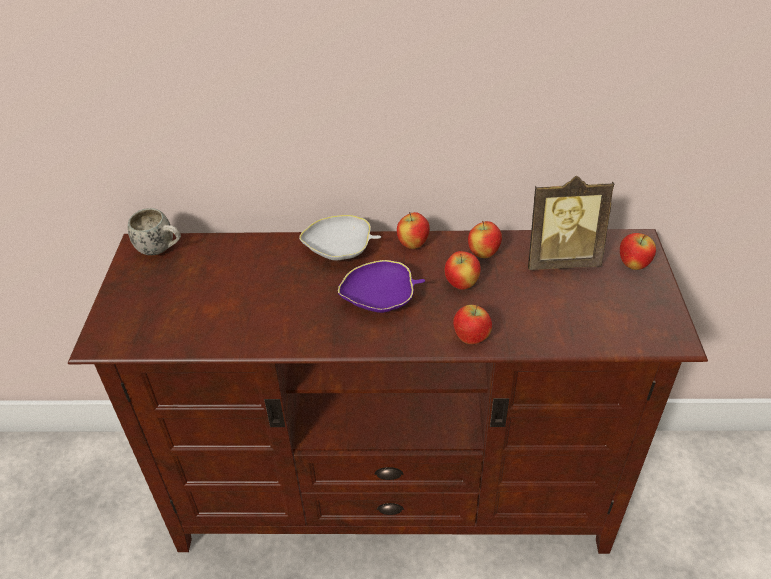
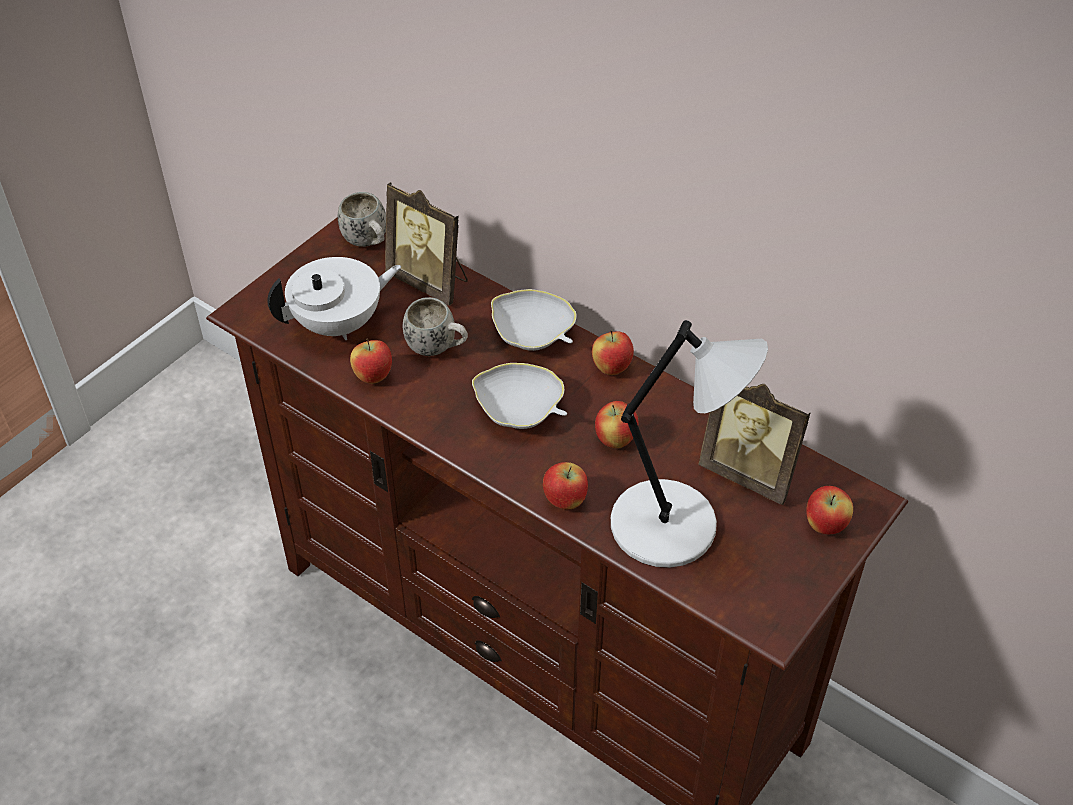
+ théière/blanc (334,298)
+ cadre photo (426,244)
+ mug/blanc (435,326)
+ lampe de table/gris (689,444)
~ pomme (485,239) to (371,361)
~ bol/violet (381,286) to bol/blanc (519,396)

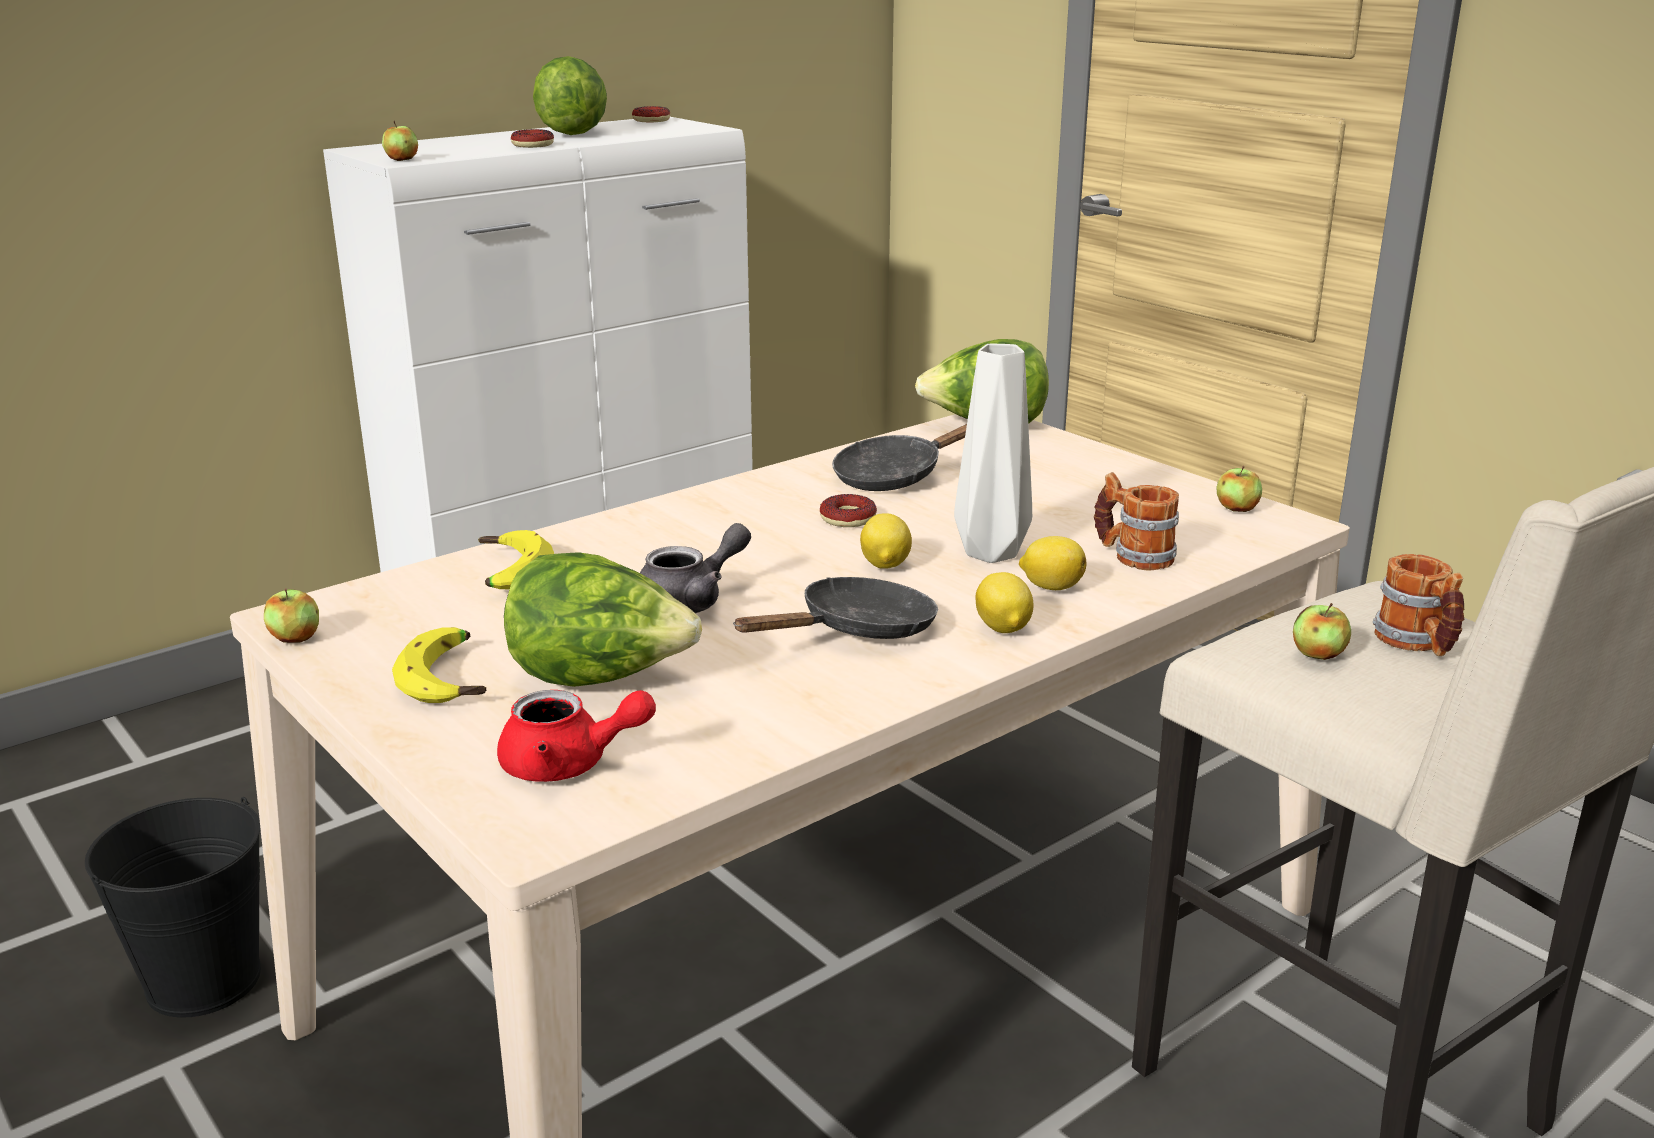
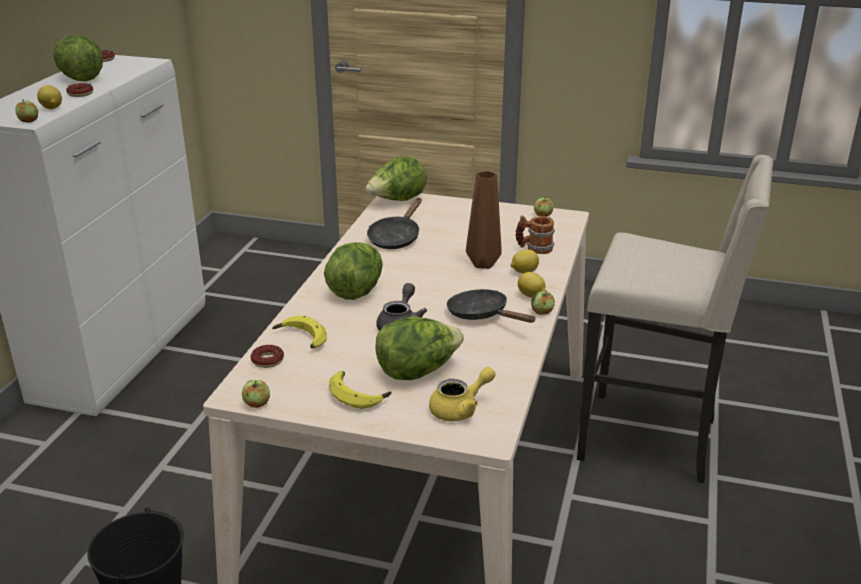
- mug (1418,605)
+ laitue (353,271)
~ beignet (848,510) to (267,356)
~ citron (886,541) to (49,97)
~ pomme (1322,631) to (543,303)
~ théière/rouge (576,736) to théière/jaune (462,394)
~ vase/gris (993,453) to vase/marron (484,220)
~ poêle/noir (835,608) = (491,306) 60 degrees counterclockwise

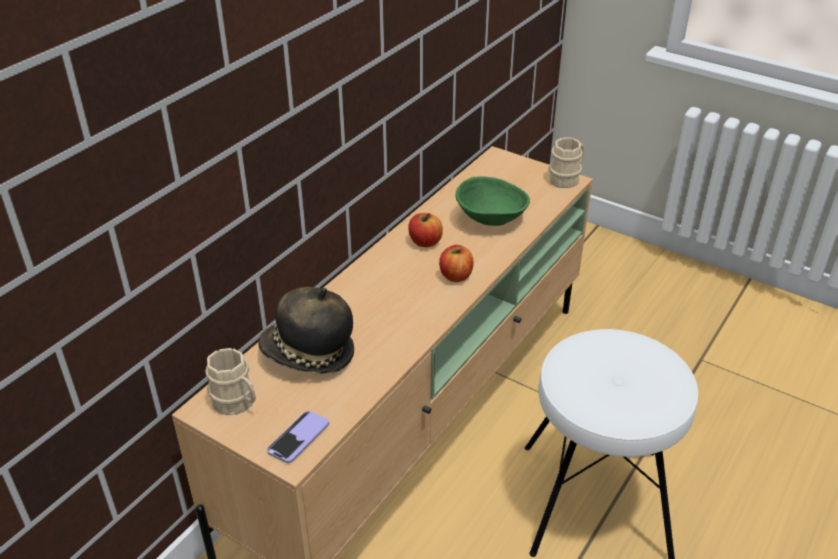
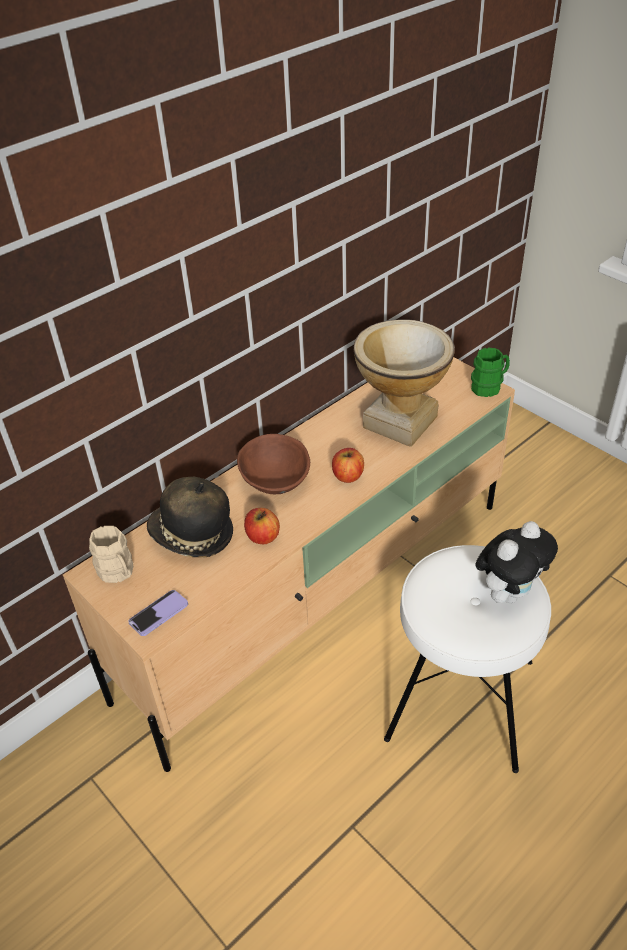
+ bol/marron (273,464)
+ peluche (517,562)
~ pomme (425,230) to (262,526)
~ bol/vert (493,201) to vase (404,383)
~ mug/beige (567,163) to mug/vert (490,372)

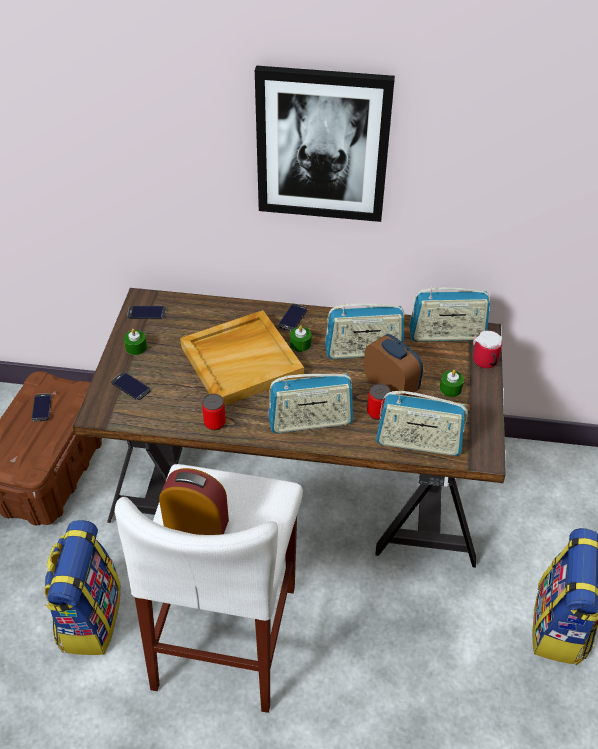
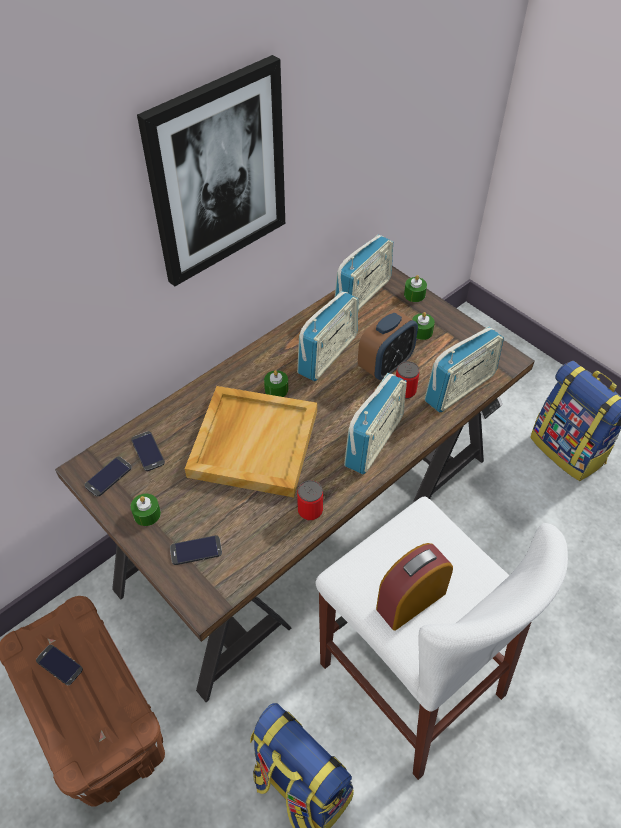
~ téléphone (292,317) to (148,451)
~ mug (488,349) to bougie/vert (415,288)
~ réveil (393,365) = (388,344) 135 degrees clockwise

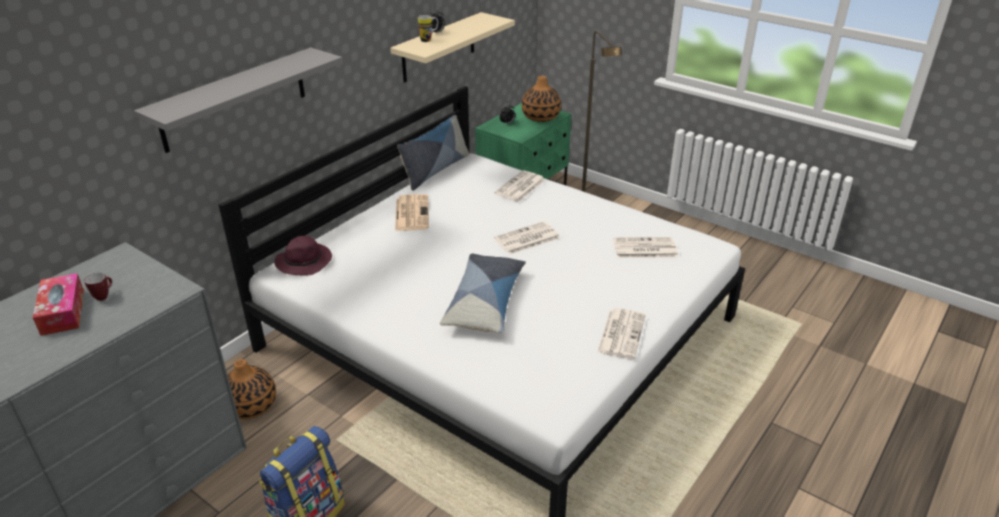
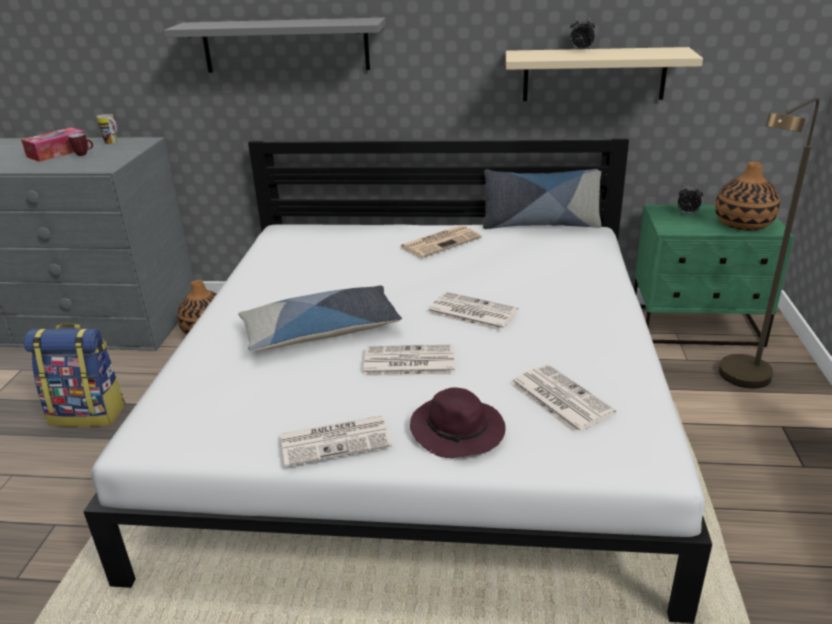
~ chapeau/violet (303,256) to (458,422)
~ mug (428,28) to (107,129)
~ journal (520,186) to (409,360)

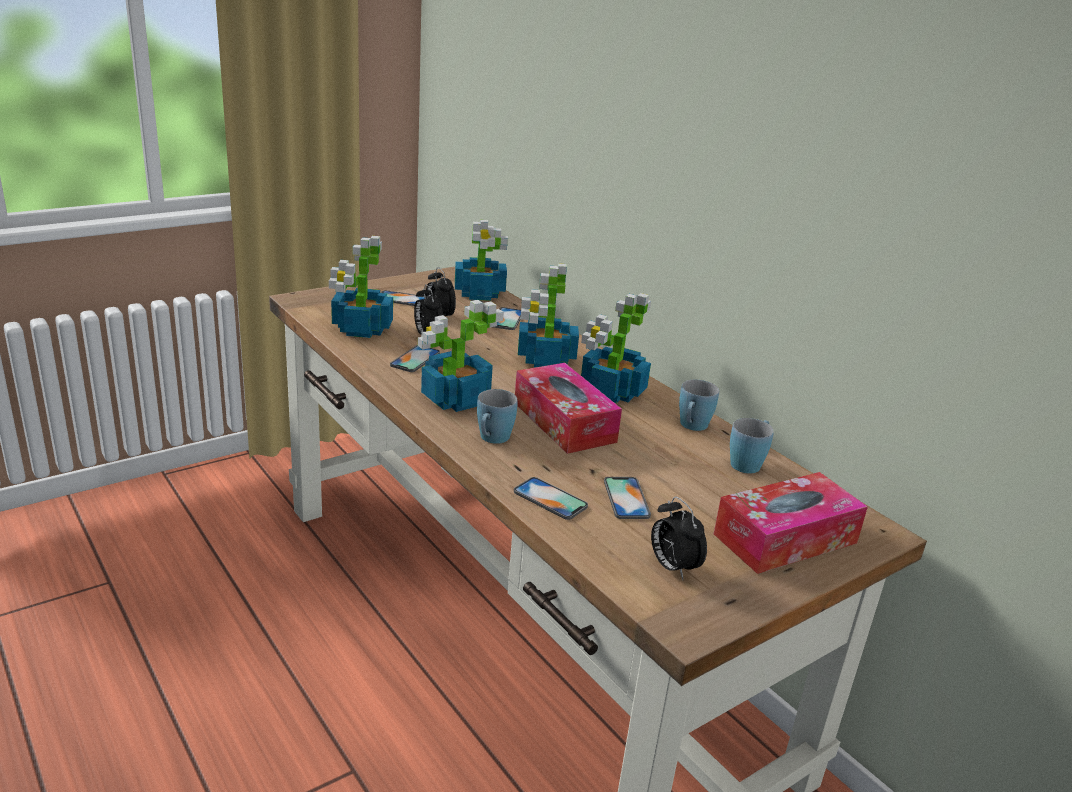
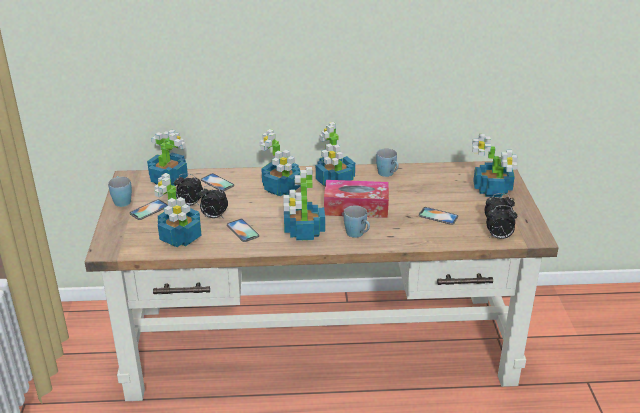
- téléphone (551,498)
+ réveil (501,222)
~ mug/bleu (752,446) to (120,191)
~ boîte à mouchoirs (791,523) to plante en pot (495,165)

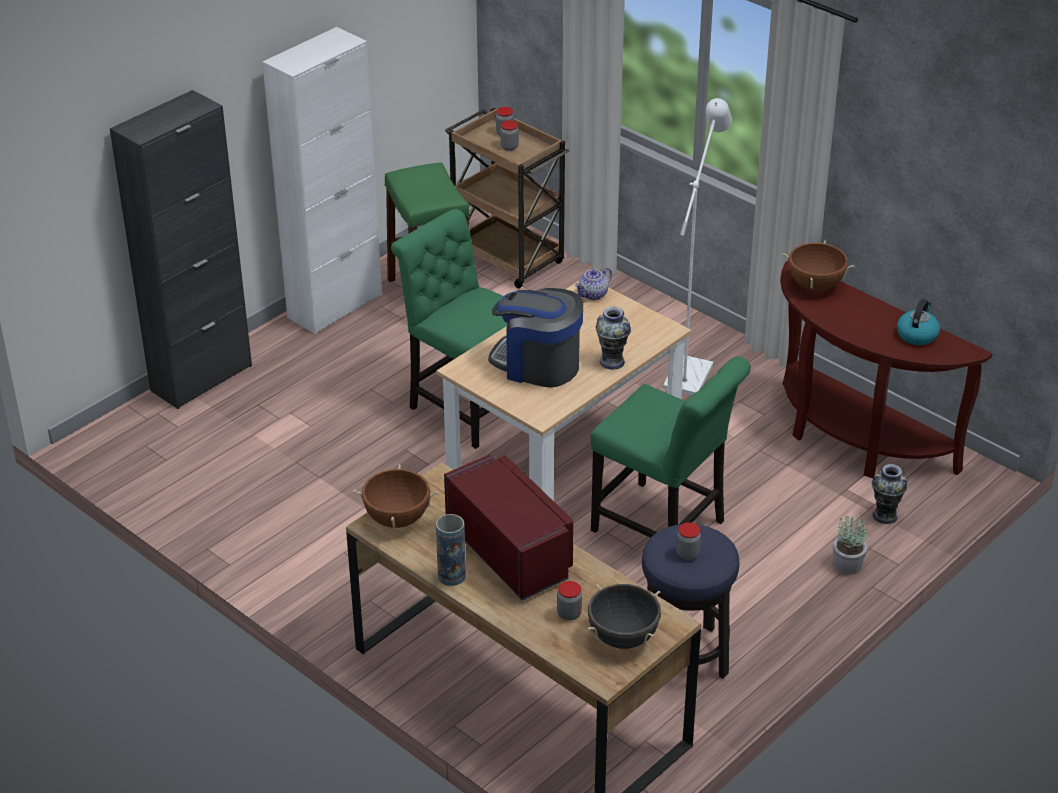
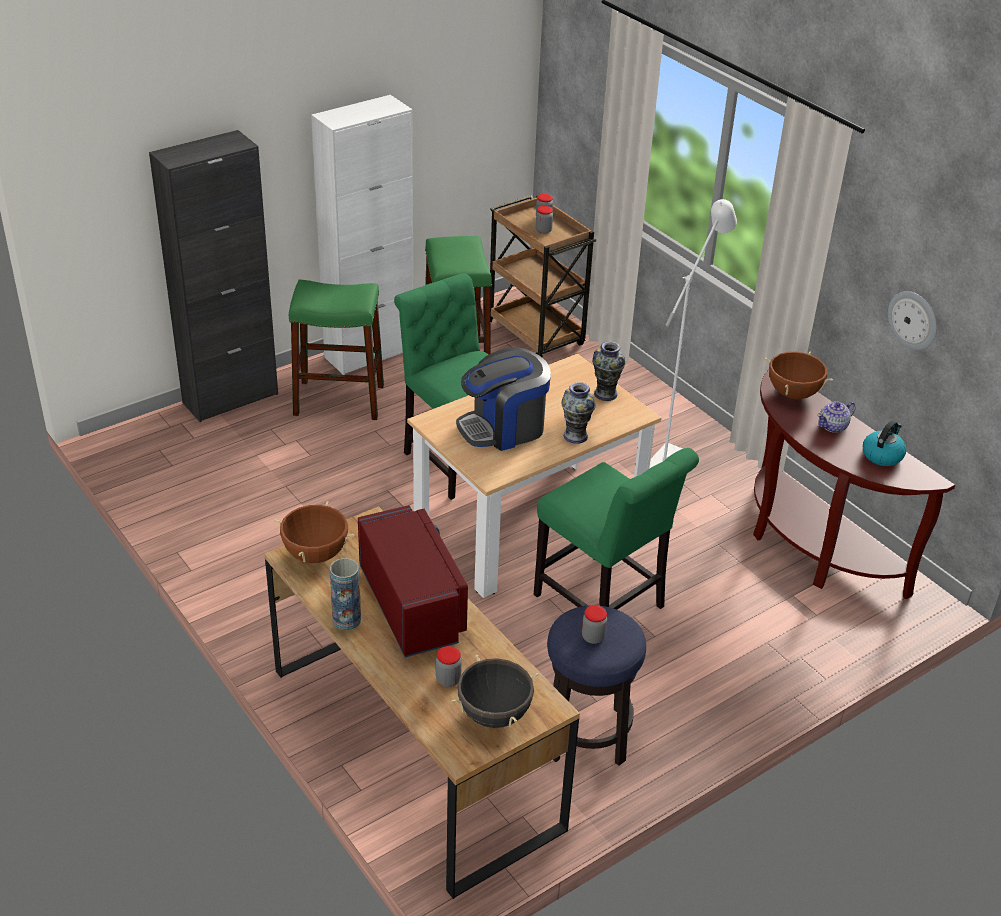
- plante en pot (850,545)
+ tabouret/vert (336,350)
+ horloge murale (912,320)
~ théière (593,284) to (836,417)
~ vase (889,494) to (608,371)
~ machine à café (535,337) = (503,399) 60 degrees counterclockwise

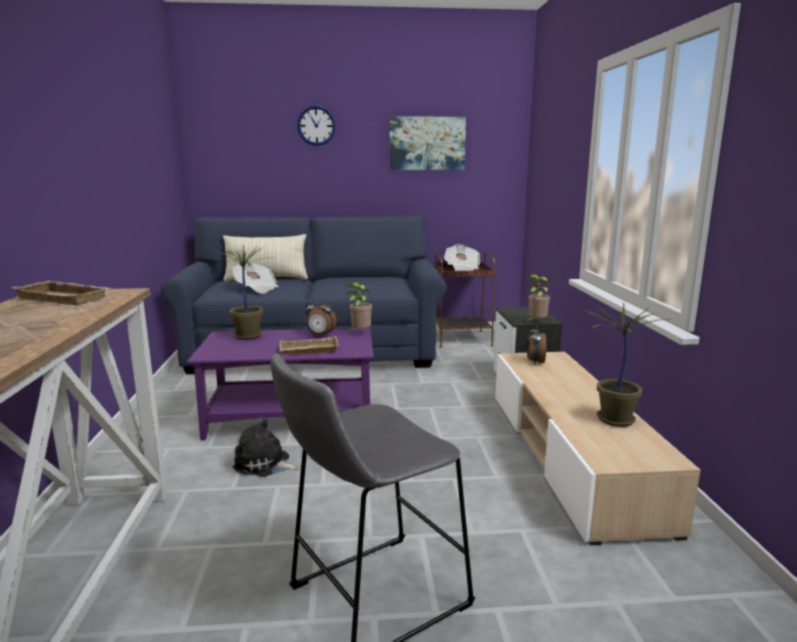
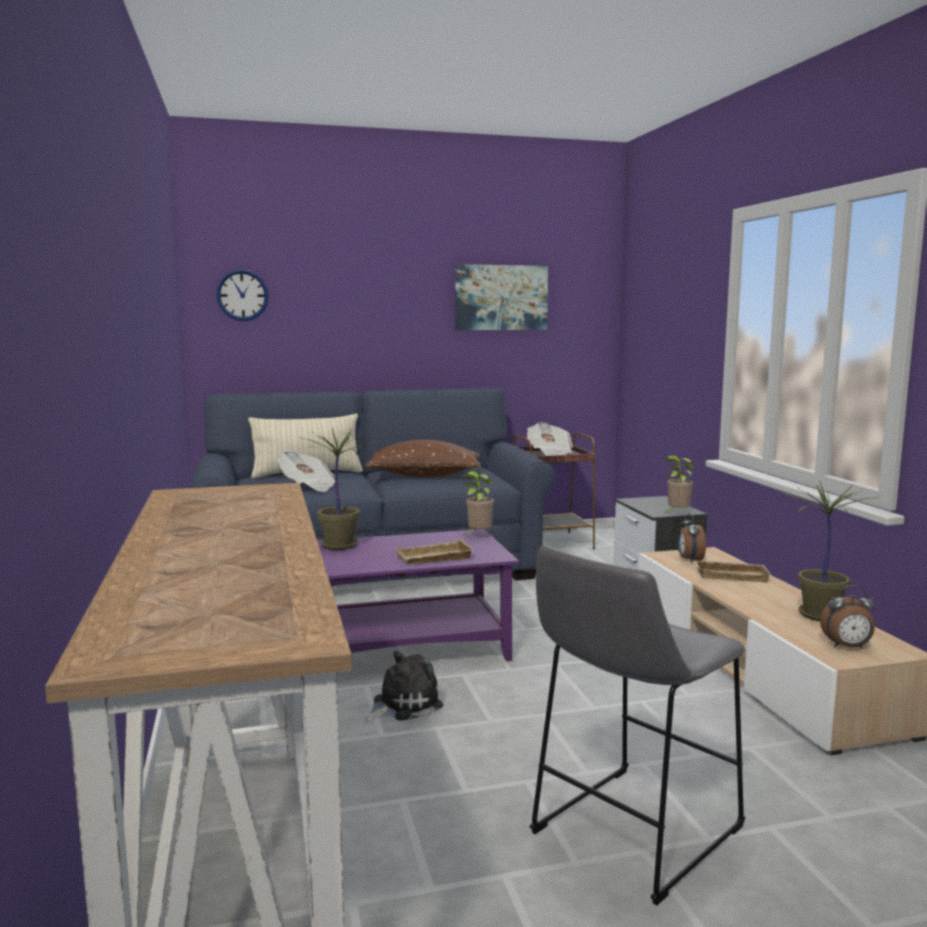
+ coussin/marron (423,458)
~ plateau/beige (60,293) to (733,571)
~ horloge murale (316,125) to (242,295)
~ réveil (321,317) to (848,616)
~ peluche (267,447) = (403,686) 135 degrees clockwise

